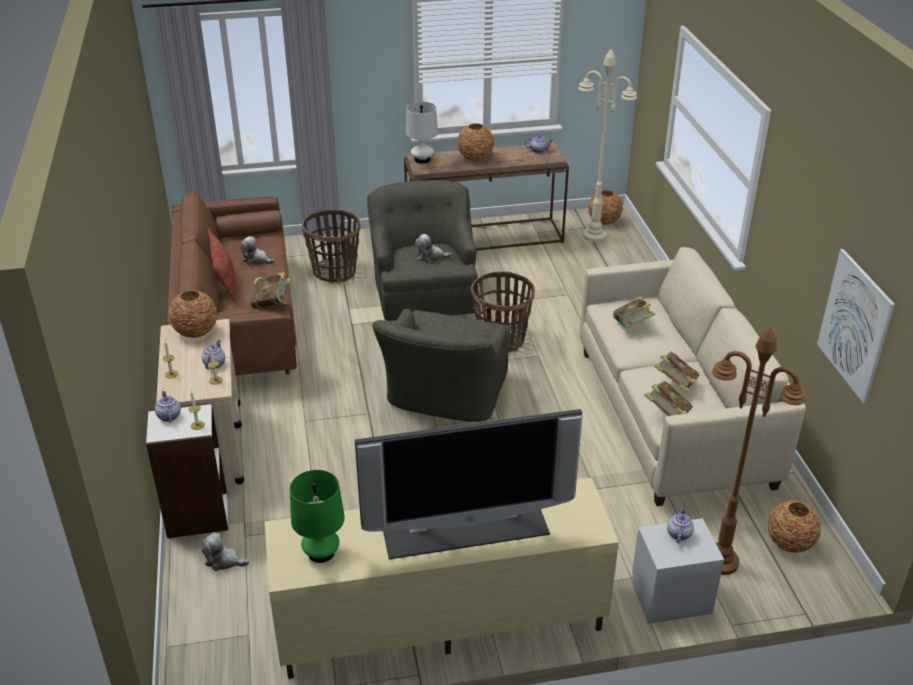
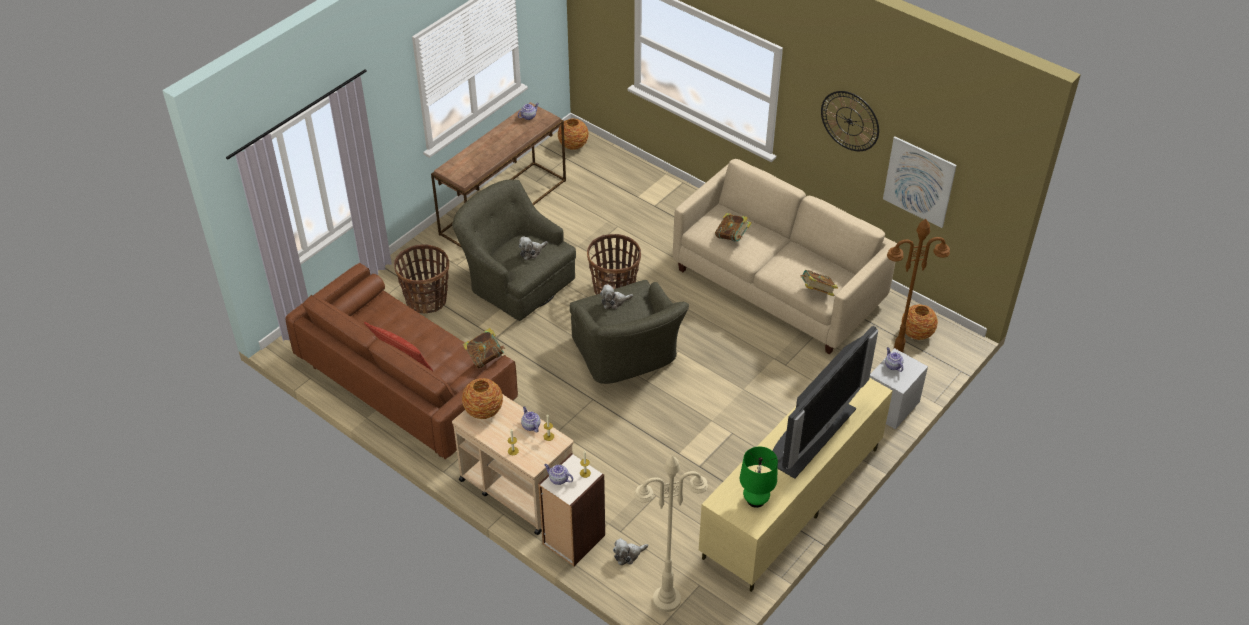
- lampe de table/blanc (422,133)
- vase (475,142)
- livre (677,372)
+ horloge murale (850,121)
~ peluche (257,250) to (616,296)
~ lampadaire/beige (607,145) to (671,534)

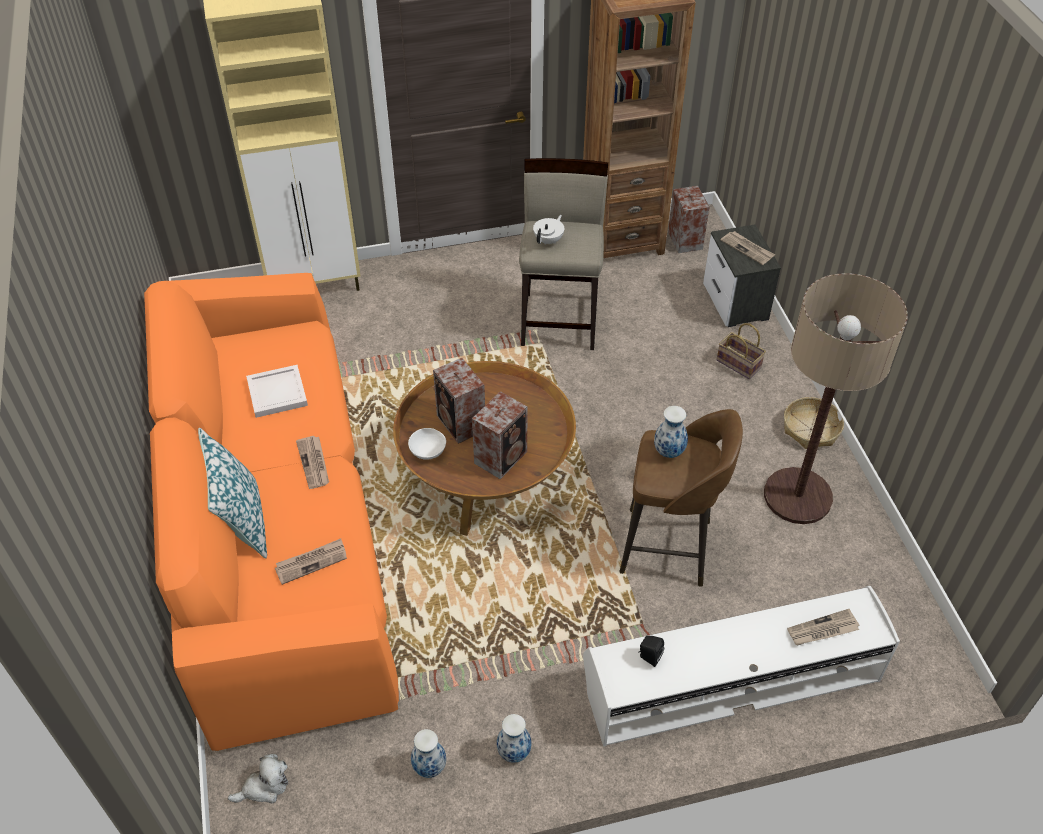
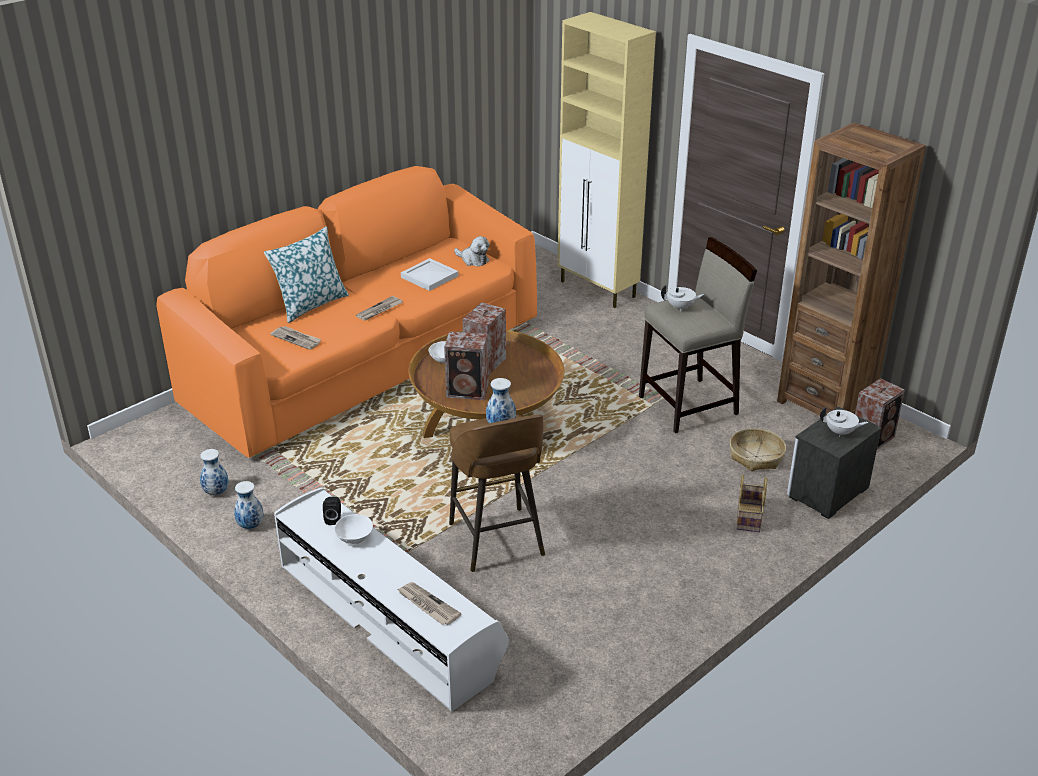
- lampadaire (836,398)
+ bol/blanc (353,529)
~ peluche (258,778) to (472,251)
~ panier (814,423) to (758,449)
~ journal (747,248) to théière/blanc (844,422)

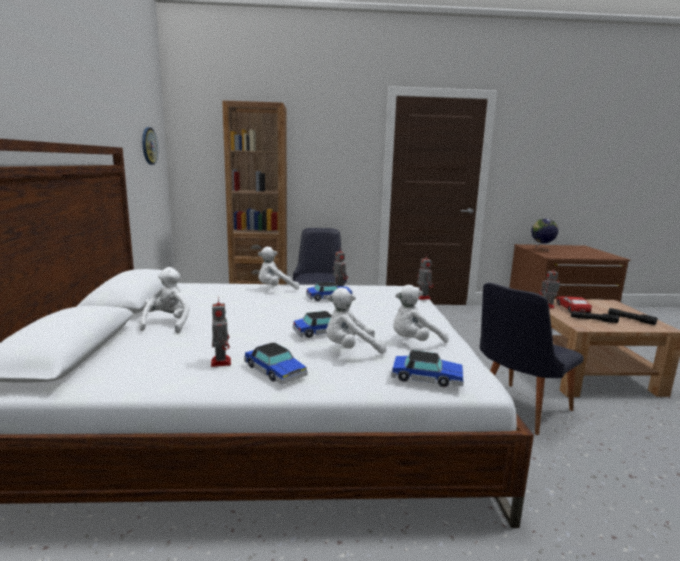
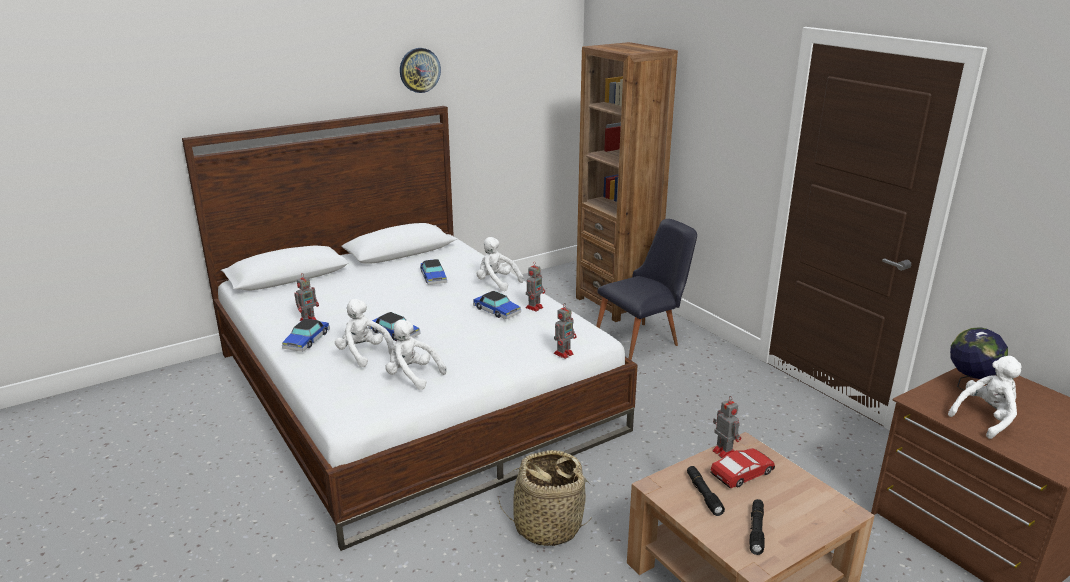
~ peluche/blanc (165,300) to (985,397)
~ horloge murale (150,146) to (420,70)
~ petite voiture (427,368) to (433,272)
~ chaise/noir (532,359) to panier (545,498)

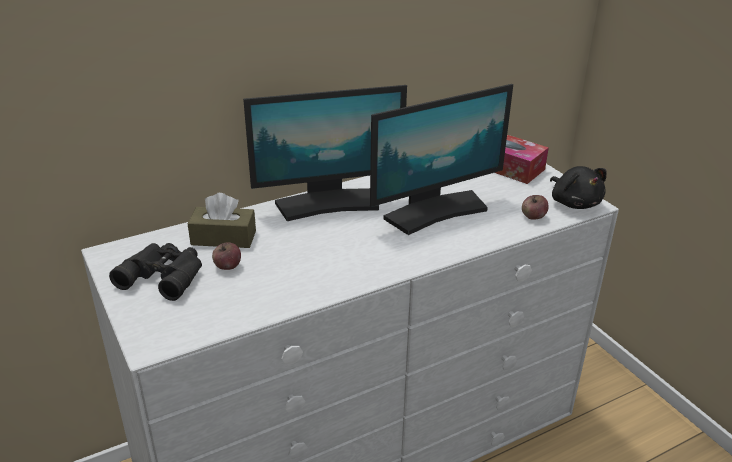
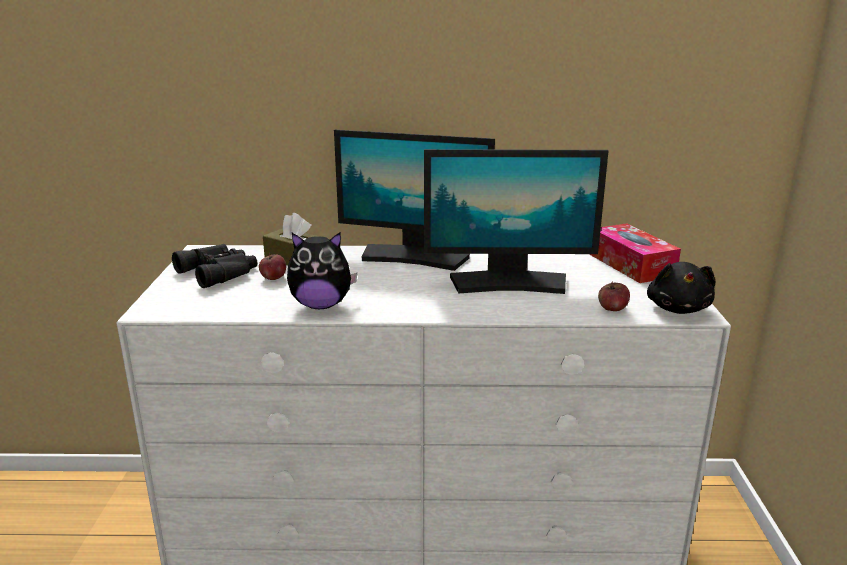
+ peluche (322,270)

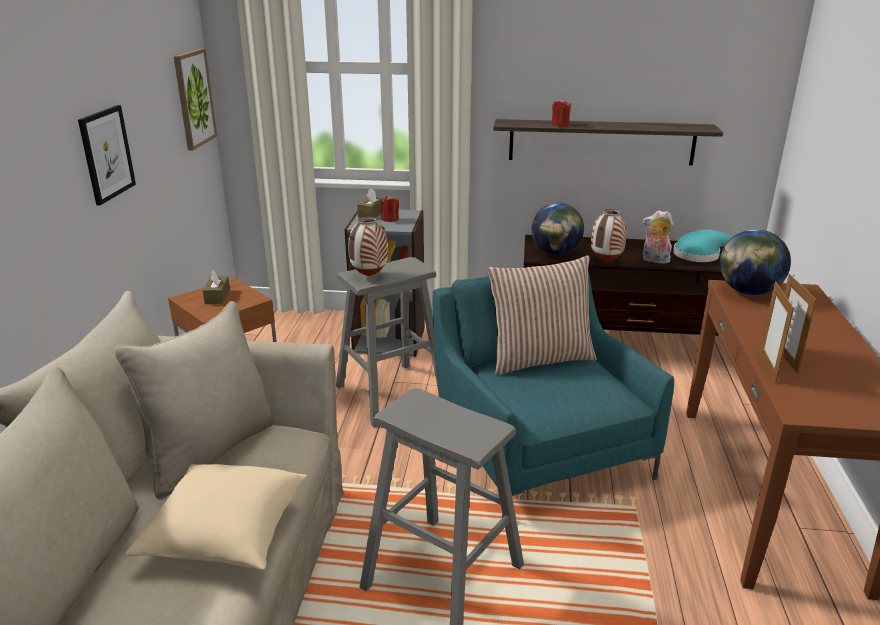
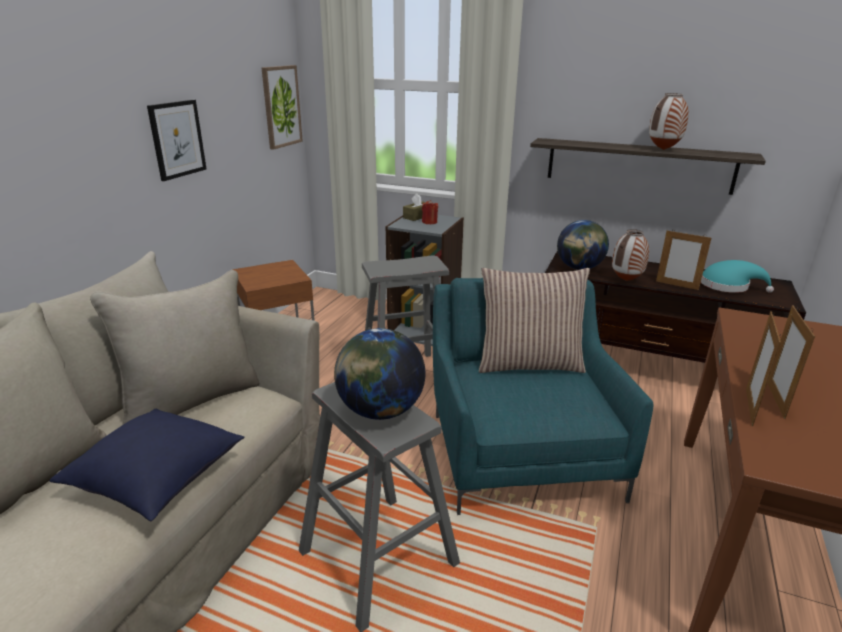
- boîte à mouchoirs/marron (216,287)
- bougie/rouge (561,112)
~ vase (368,246) to (669,121)
~ globe (755,262) to (379,374)
~ peluche (658,237) to cadre photo (683,260)
~ coussin/beige (216,517) to coussin/bleu (146,465)

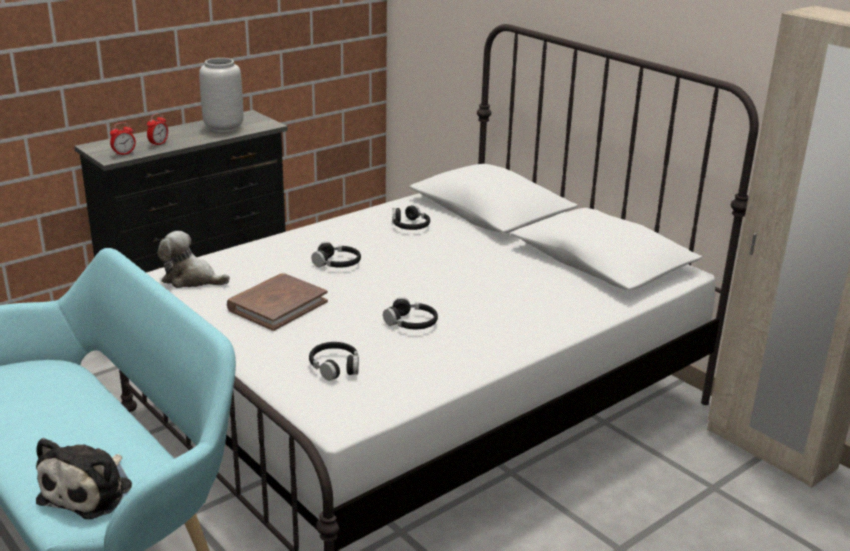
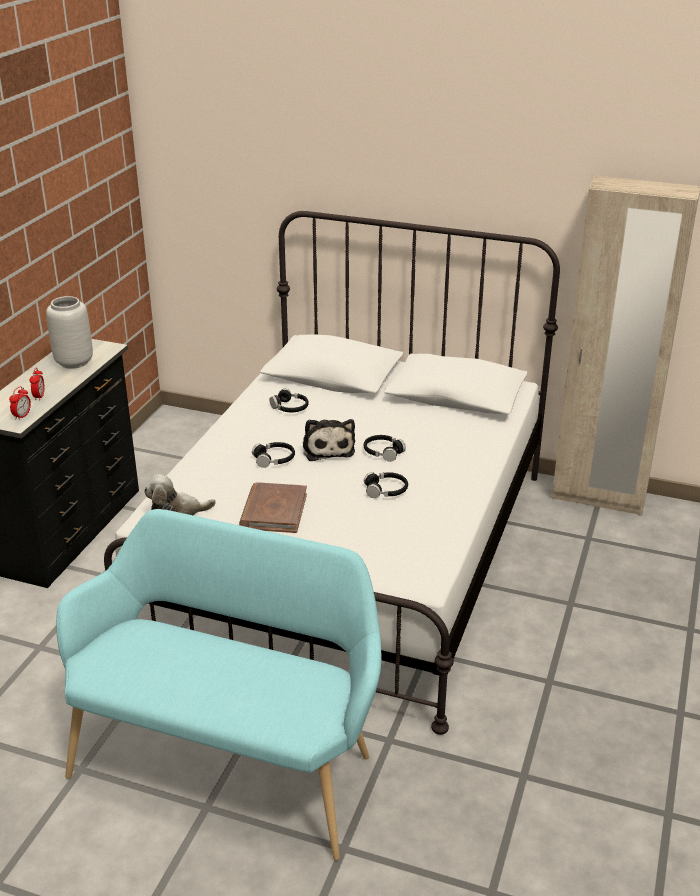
~ peluche (84,478) to (329,440)
~ casque audio/noir (334,361) to (385,448)

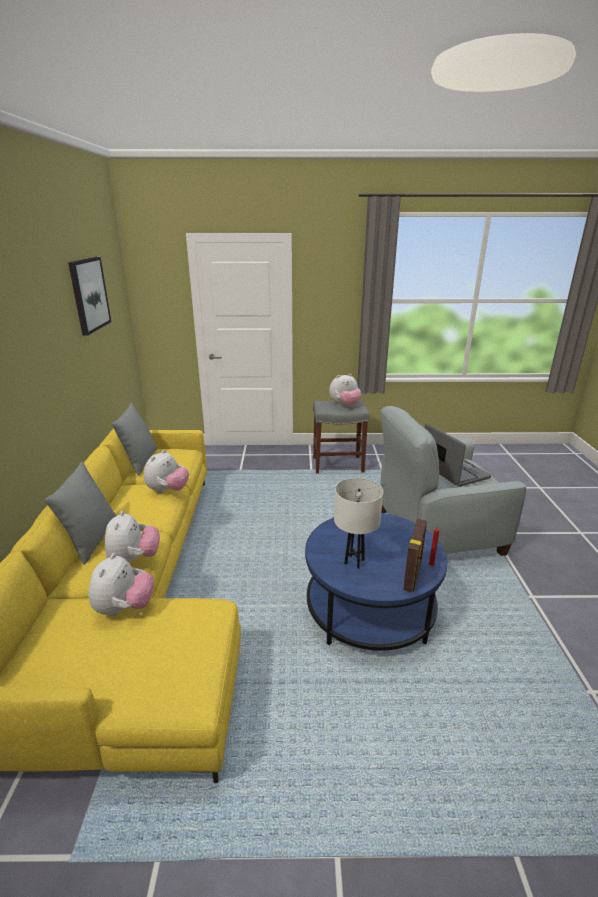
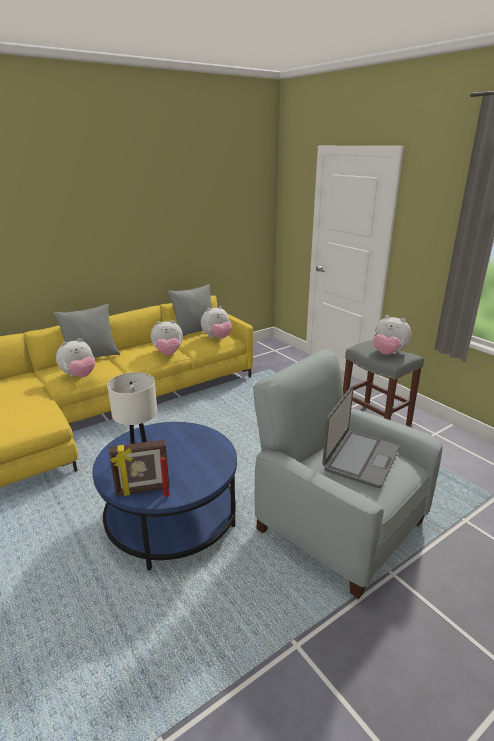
- tableau (89,296)
~ peluche (121,584) to (216,322)

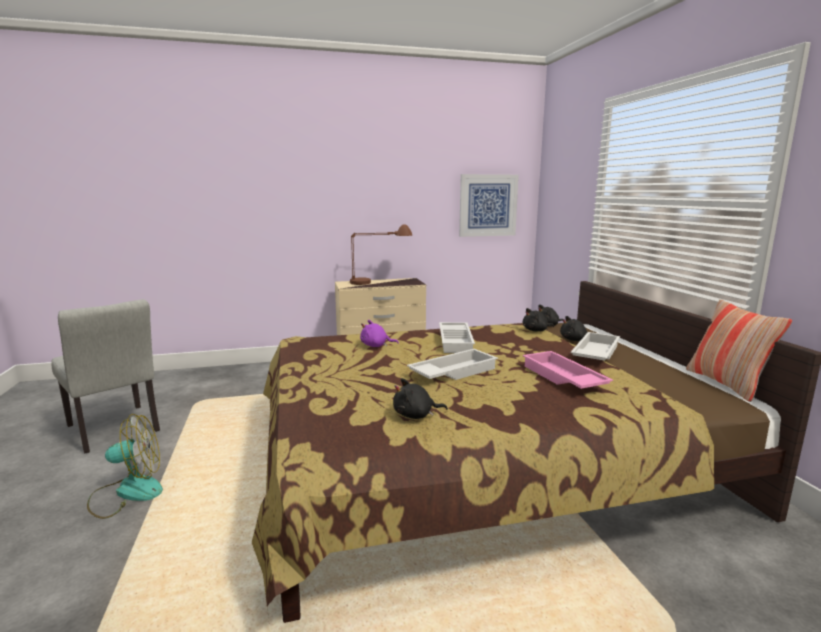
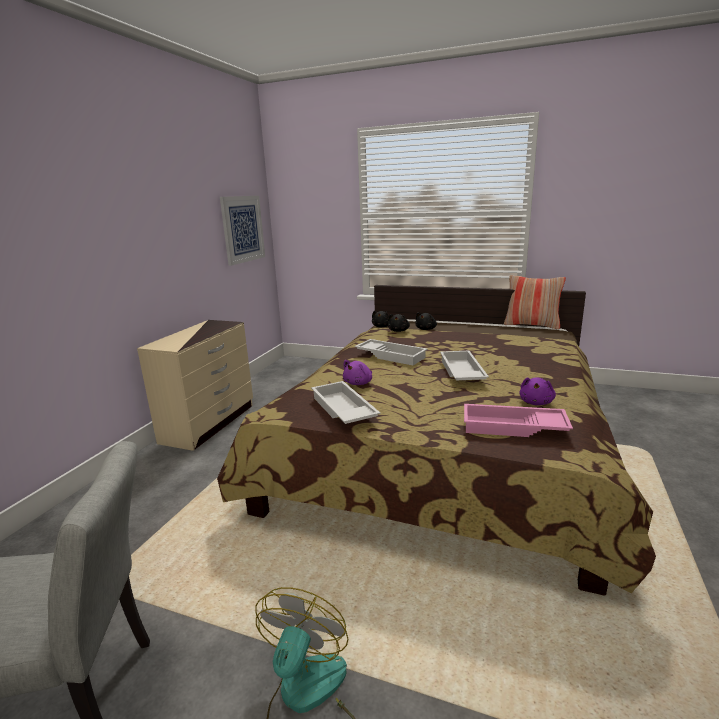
- lampe de table/marron (381,254)
~ plateau/rose (568,370) to (518,420)
~ plateau/blanc (595,346) to (345,402)
~ peluche/noir (420,398) to peluche/violet (537,391)

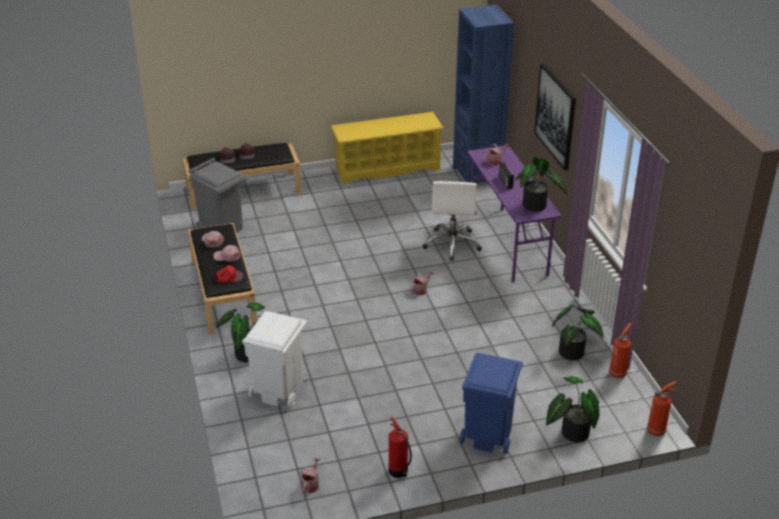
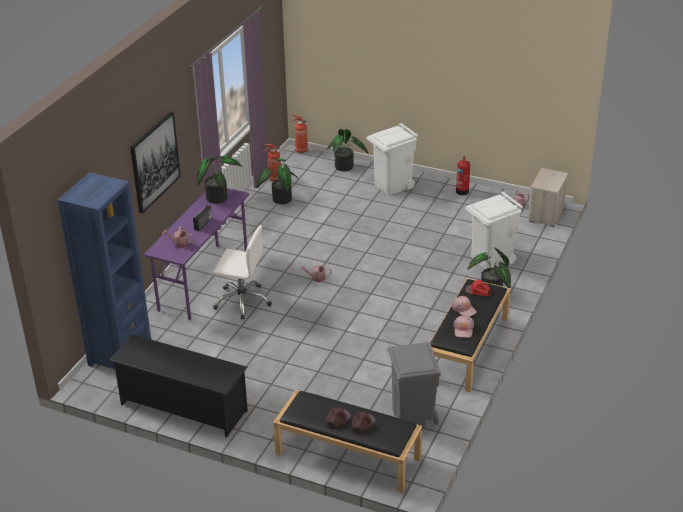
+ table de chevet (548,197)
~ étagère à chaussures/jaune (387,148) to étagère à chaussures/noir (178,385)
~ poubelle/bleu (491,403) to poubelle/blanc (392,159)
~ chaise de bureau/blanc (452,221) = (242,272) 60 degrees clockwise

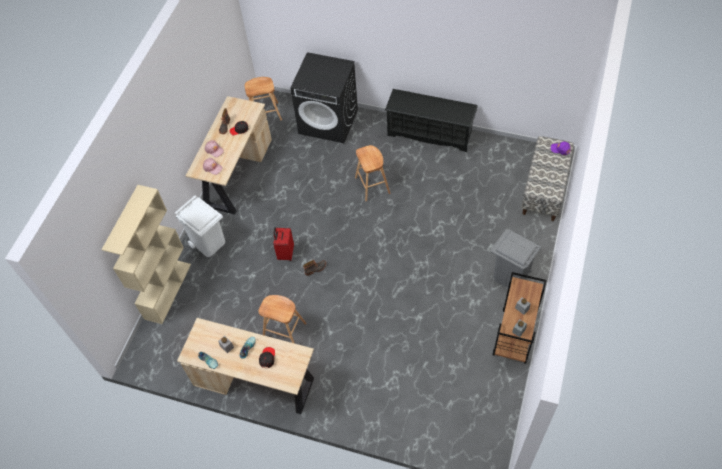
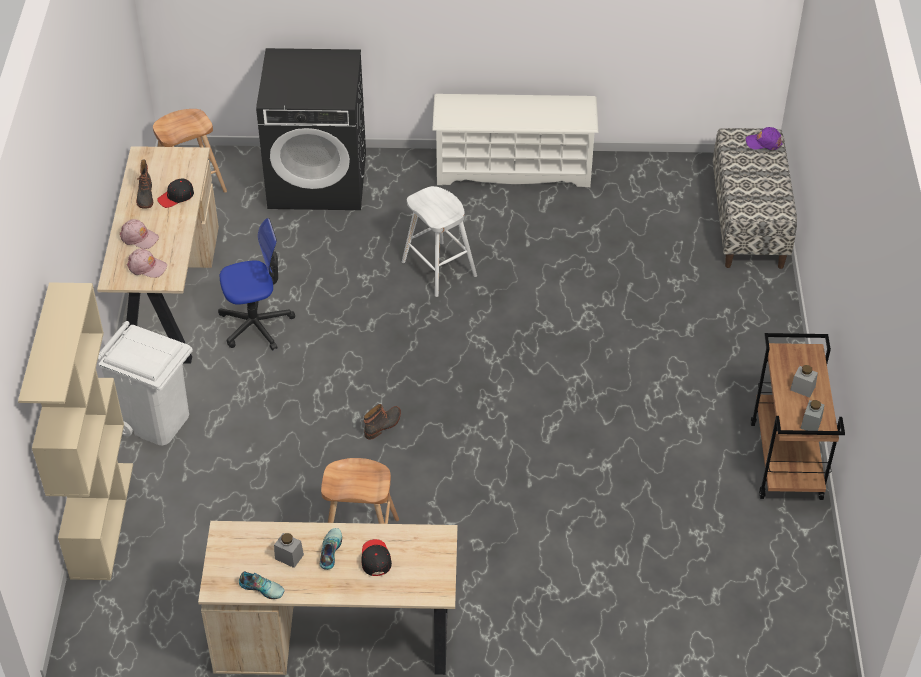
- valise/rouge (283,244)
- poubelle/gris (516,258)
+ chaise de bureau (256,284)
~ tabouret/marron (372,173) to tabouret/blanc (439,241)
~ étagère à chaussures/noir (431,120) to étagère à chaussures/blanc (515,140)

